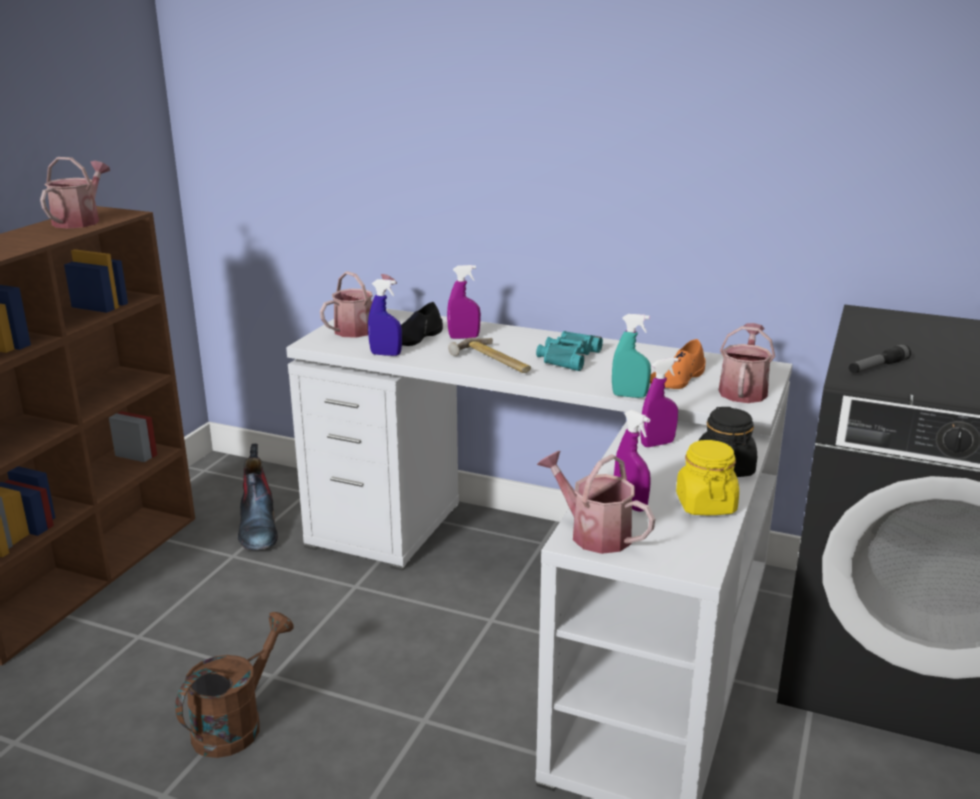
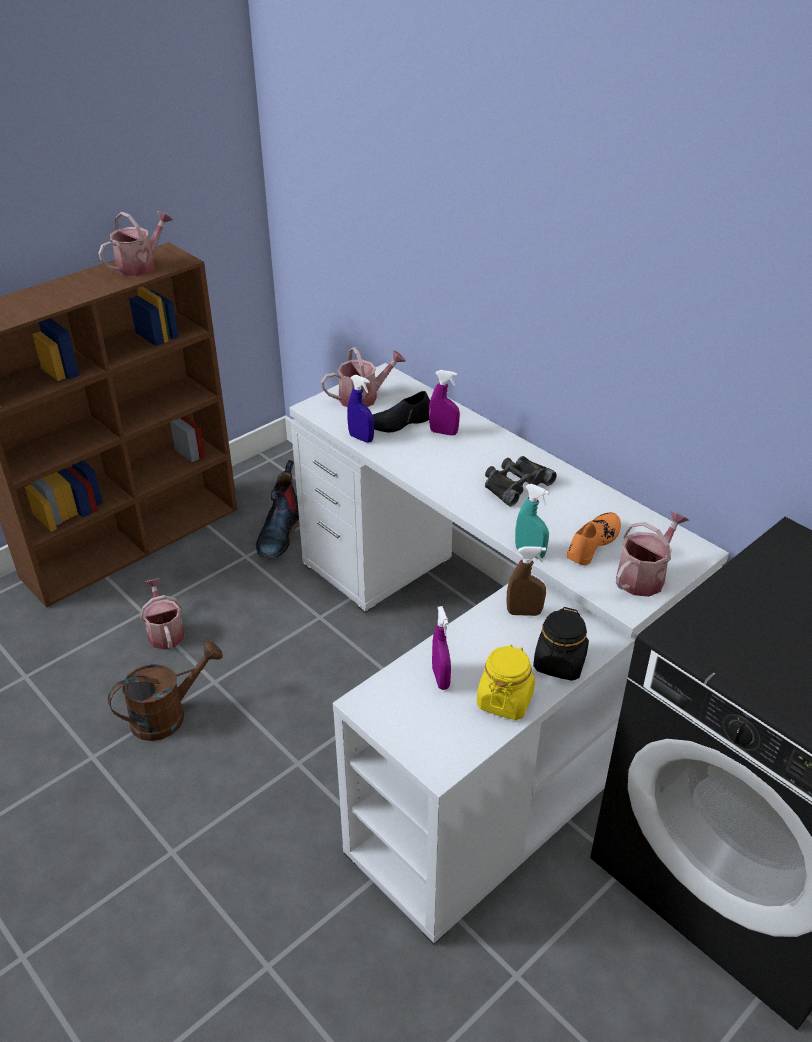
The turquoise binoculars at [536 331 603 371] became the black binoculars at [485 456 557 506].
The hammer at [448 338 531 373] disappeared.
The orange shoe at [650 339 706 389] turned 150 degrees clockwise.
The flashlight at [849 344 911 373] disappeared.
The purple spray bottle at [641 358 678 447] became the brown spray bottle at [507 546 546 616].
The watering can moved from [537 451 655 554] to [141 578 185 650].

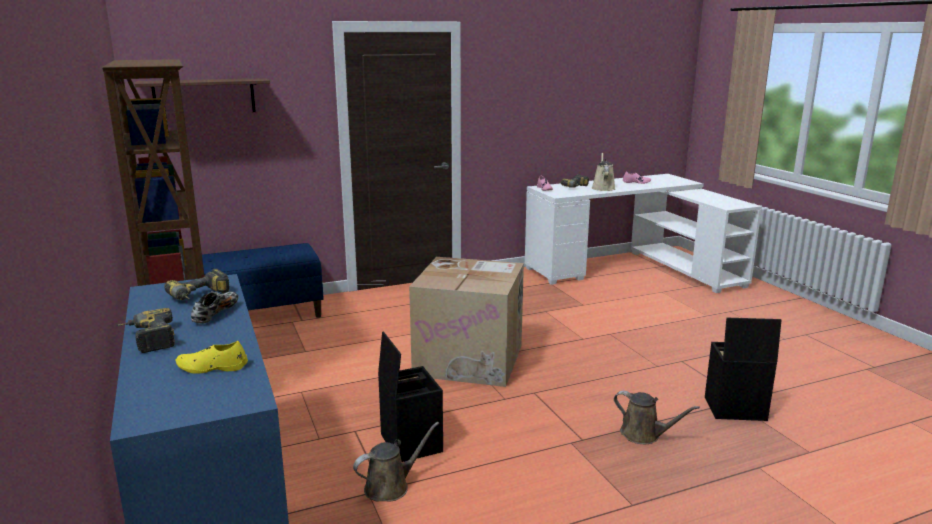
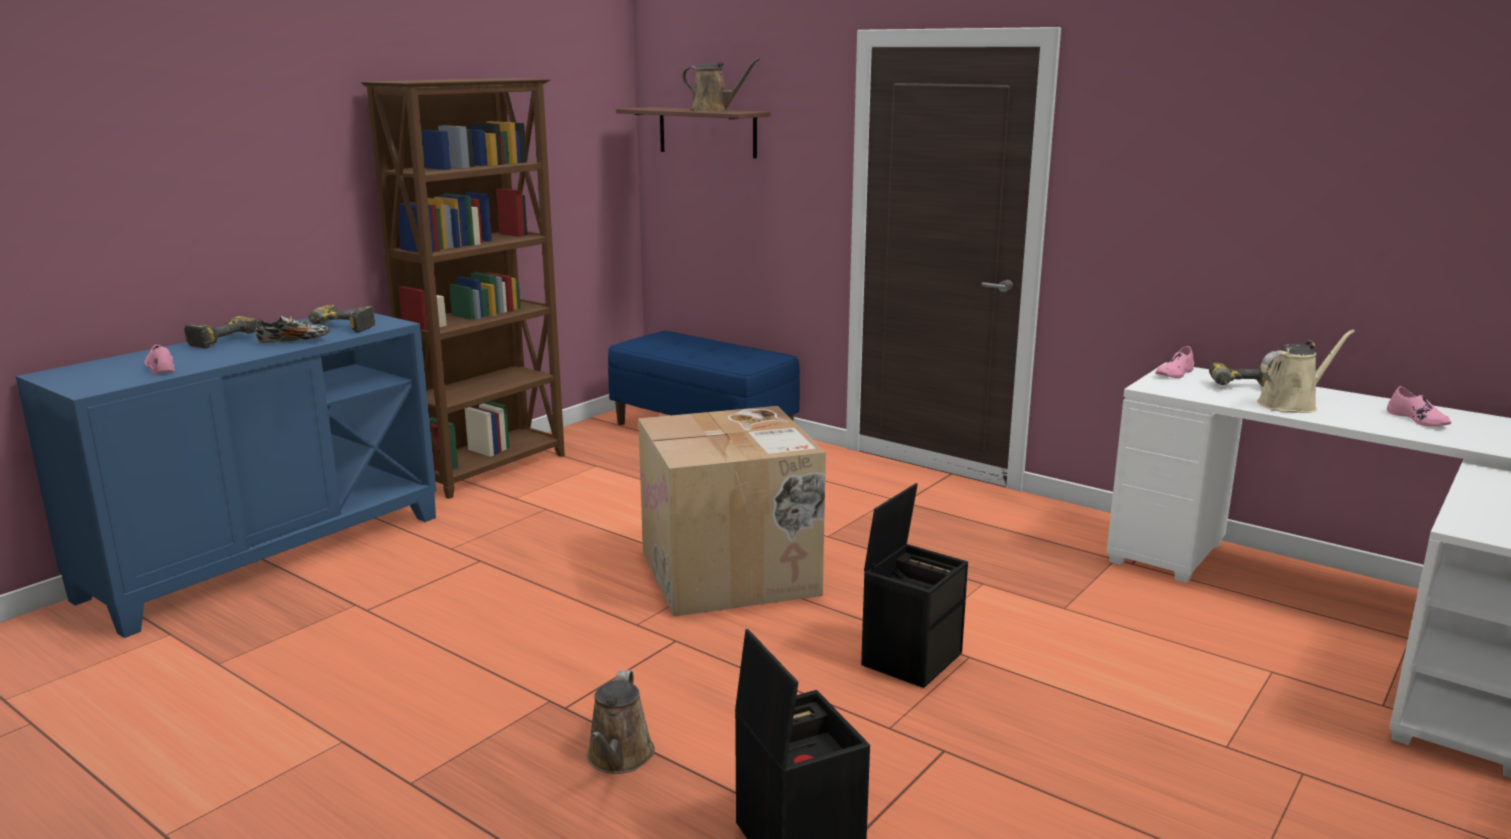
The black storage box moved from [378 331 443 462] to [861 483 968 688].
The yellow shoe at [175 341 248 374] became the pink shoe at [144 345 175 374].
The brown watering can moved from [353 422 439 501] to [682 57 760 112].

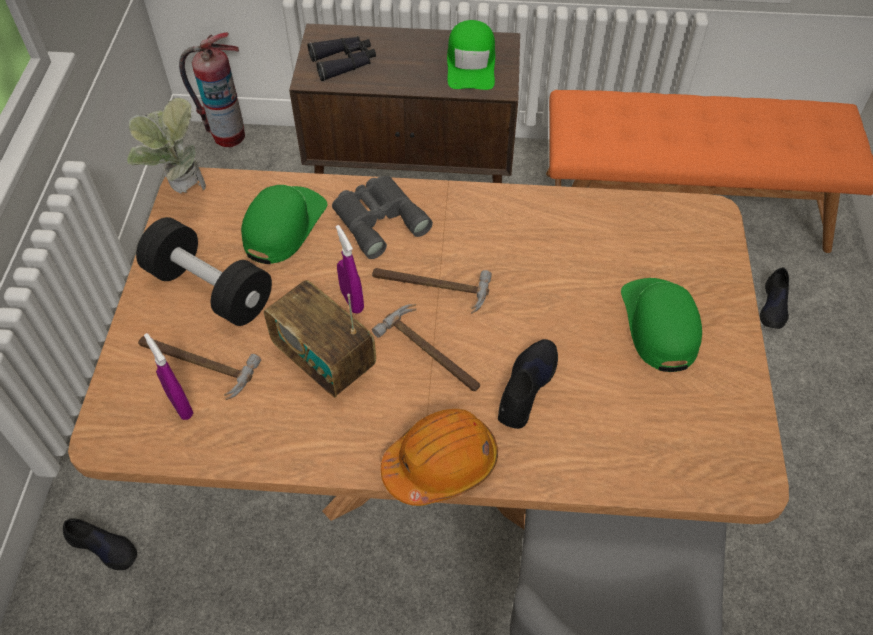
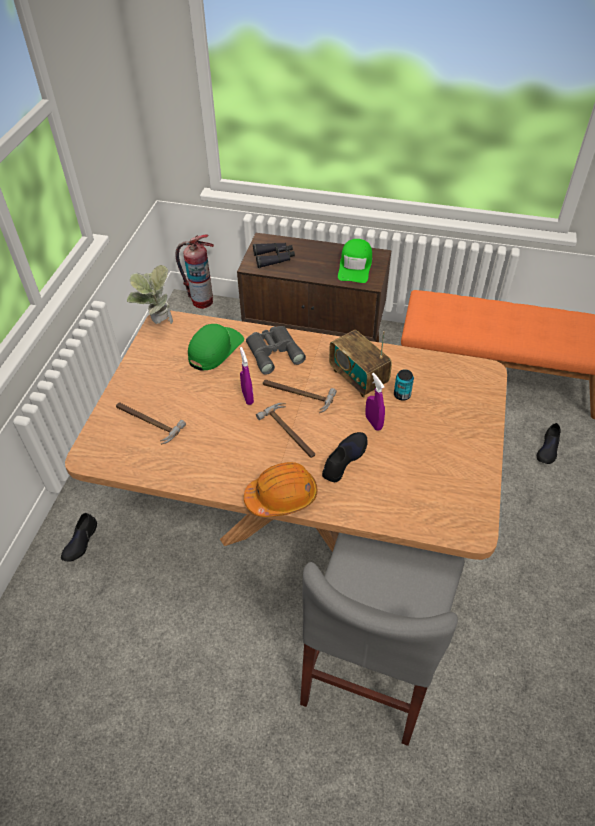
The black dumbbell at [136 217 272 326] disappeared.
The green cap at [621 278 702 372] disappeared.
The radio moved from [264 280 376 398] to [329 330 392 398].
The purple spray bottle moved from [144 333 193 420] to [365 373 385 431].
The black shoe at [63 518 137 570] turned 75 degrees clockwise.
The can at [394 369 414 401] appeared.

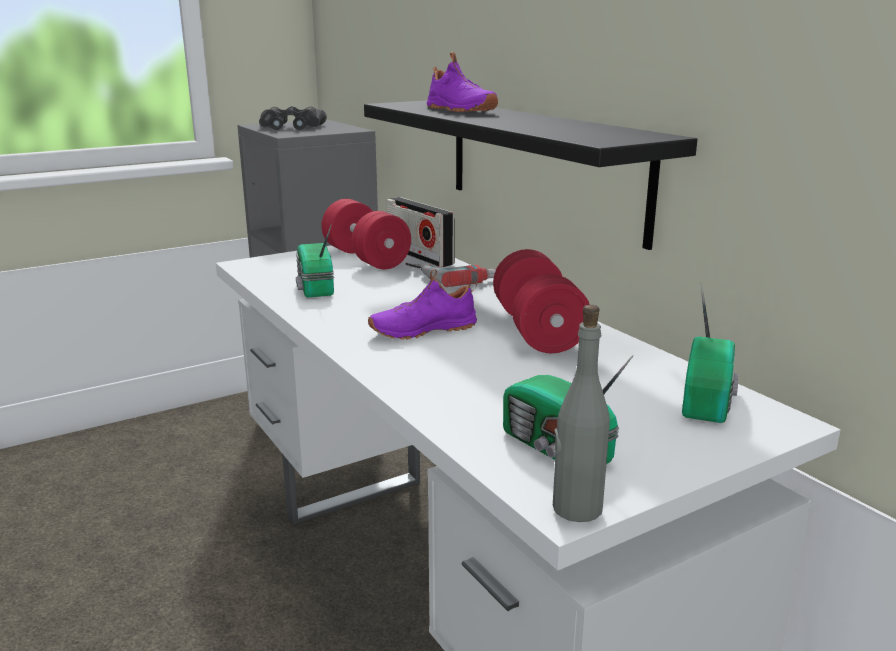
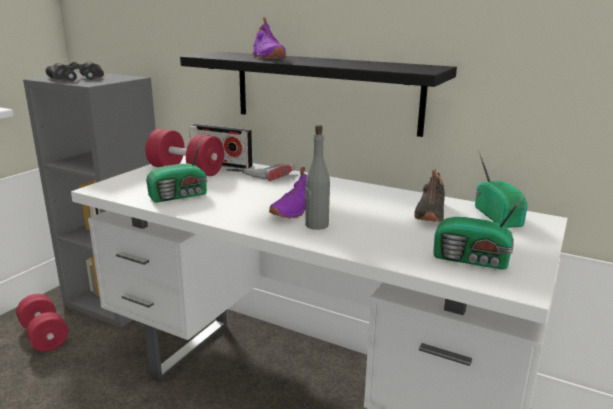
The purple shoe at [427 52 498 112] turned 45 degrees clockwise.
The radio at [296 226 334 297] turned 75 degrees counterclockwise.
The red dumbbell moved from [493 249 590 353] to [16 294 69 352].
The grey bottle moved from [553 305 610 522] to [305 125 330 230].
The black shoe at [414 169 445 222] appeared.

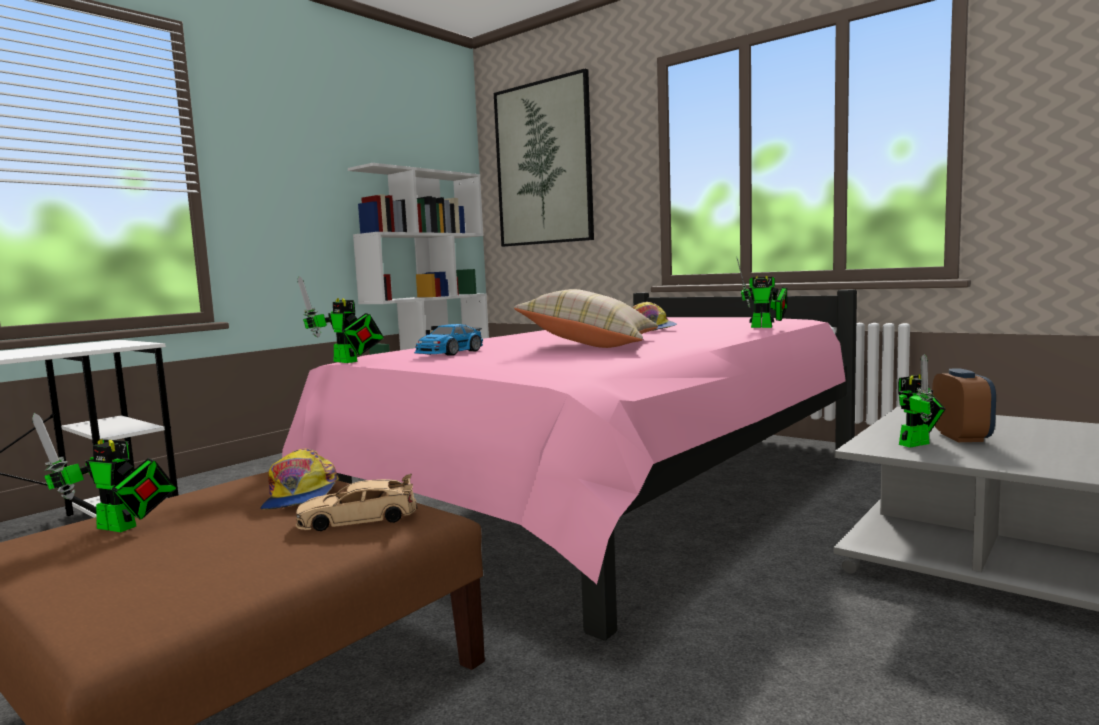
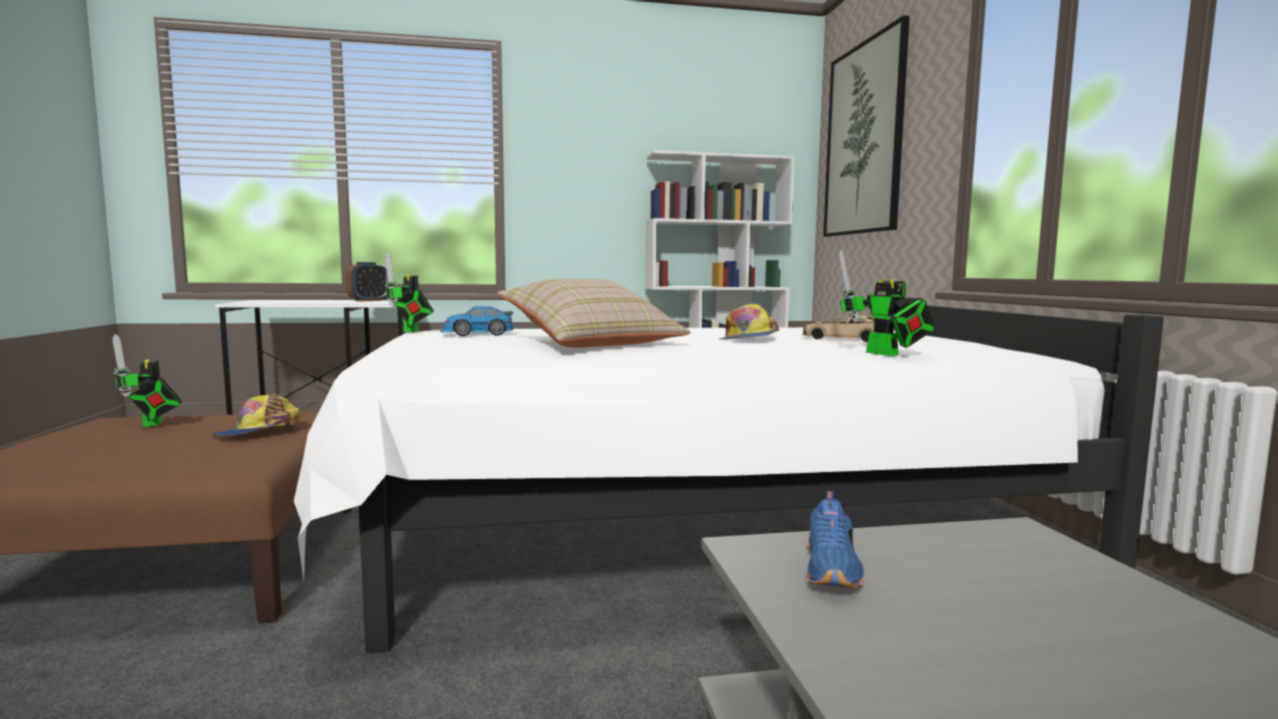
The pink bed at [282 289 857 641] became the white bed at [294 298 1164 653].
The toy robot at [898 354 946 448] was replaced by the blue shoe at [806 491 864 588].
The alarm clock moved from [932 368 996 442] to [345 262 388 301].
The beige toy car moved from [296 474 417 531] to [802 315 875 342].

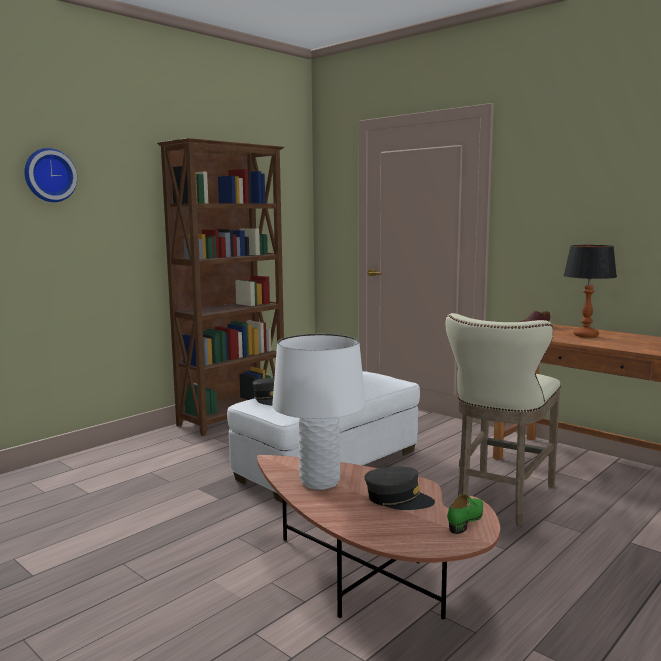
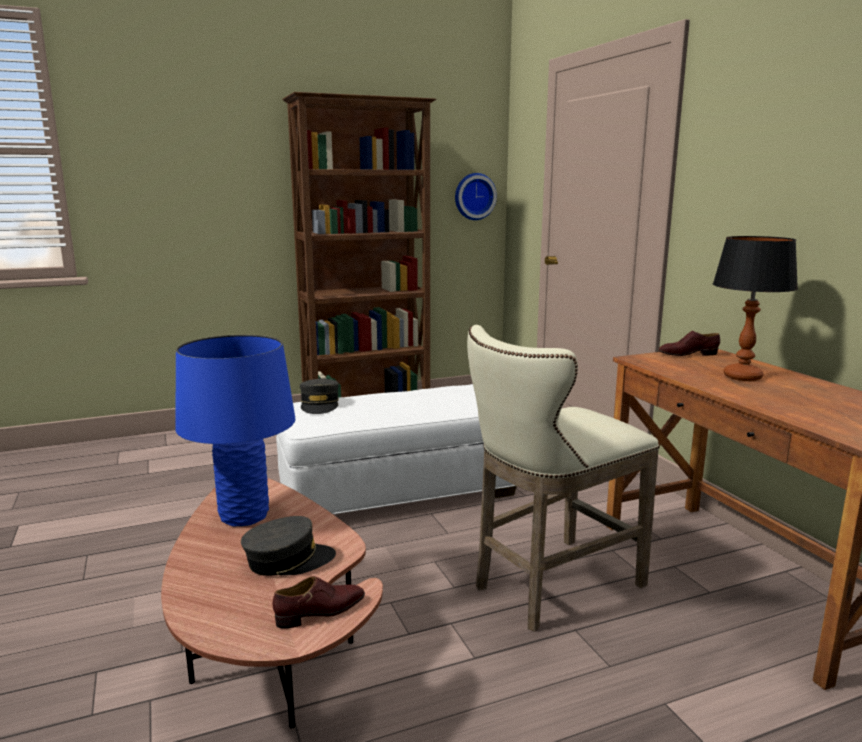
The wall clock moved from [24 148 77 202] to [455 173 497 220].
The white table lamp at [272 334 366 490] became the blue table lamp at [175 335 295 526].
The grey cap at [364 467 435 510] turned 60 degrees counterclockwise.
The green shoe at [447 494 483 534] became the brown shoe at [272 576 365 629].

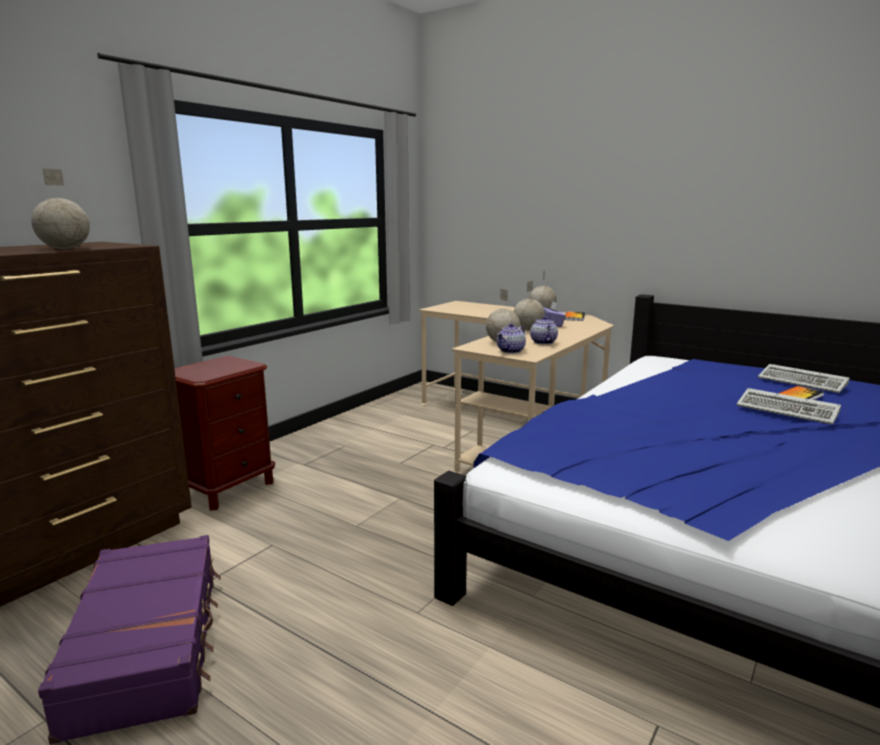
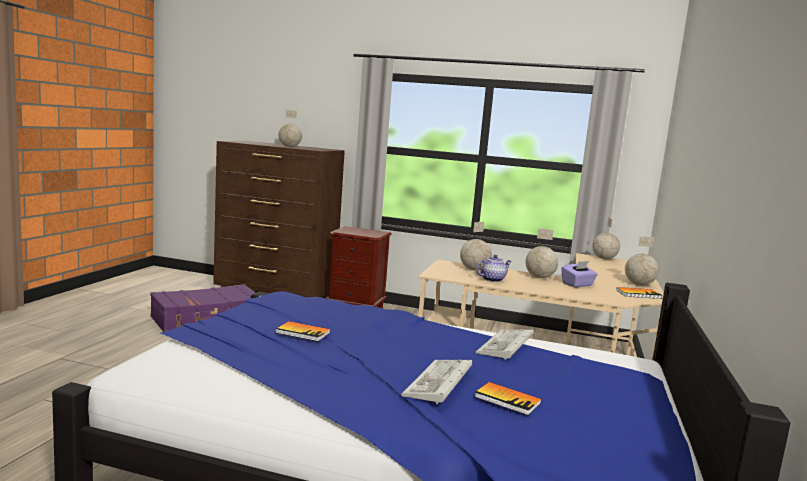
The teapot at [497 323 526 354] disappeared.
The keyboard moved from [758 364 850 393] to [476 329 533 360].
The globe at [592 218 620 259] appeared.
The book at [276 321 330 341] appeared.

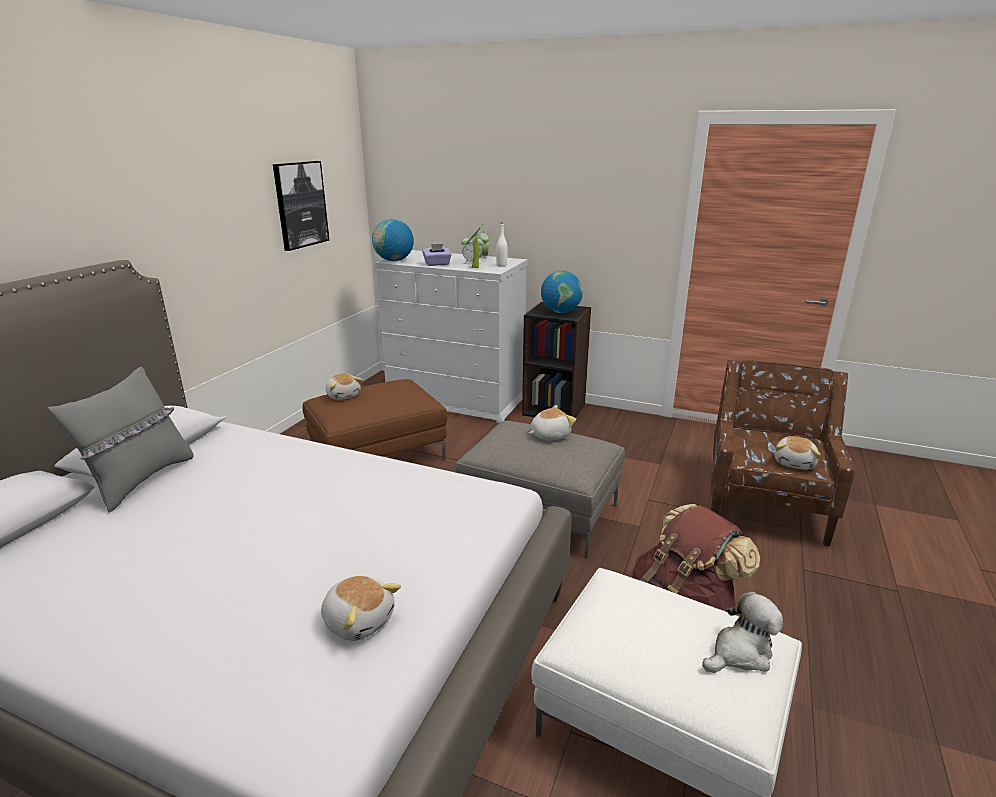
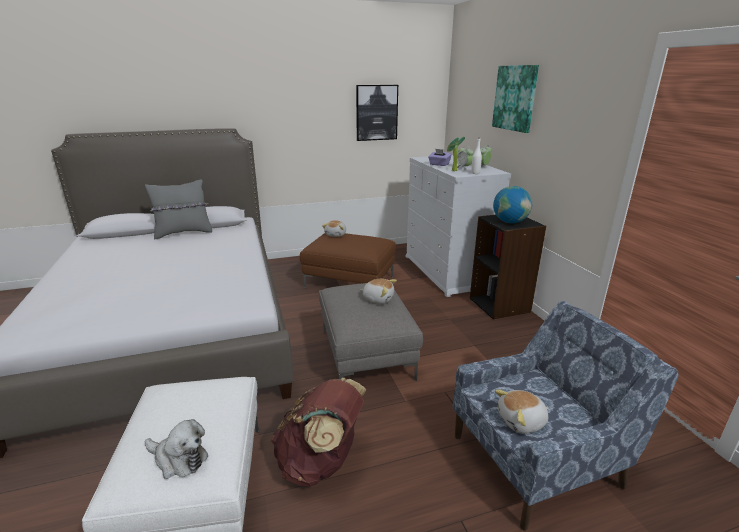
The globe at [372 219 414 261] disappeared.
The brown armchair at [711 360 855 547] became the blue armchair at [452 301 679 531].
The plush toy at [321 575 401 641] disappeared.
The picture at [492 65 539 133] appeared.

